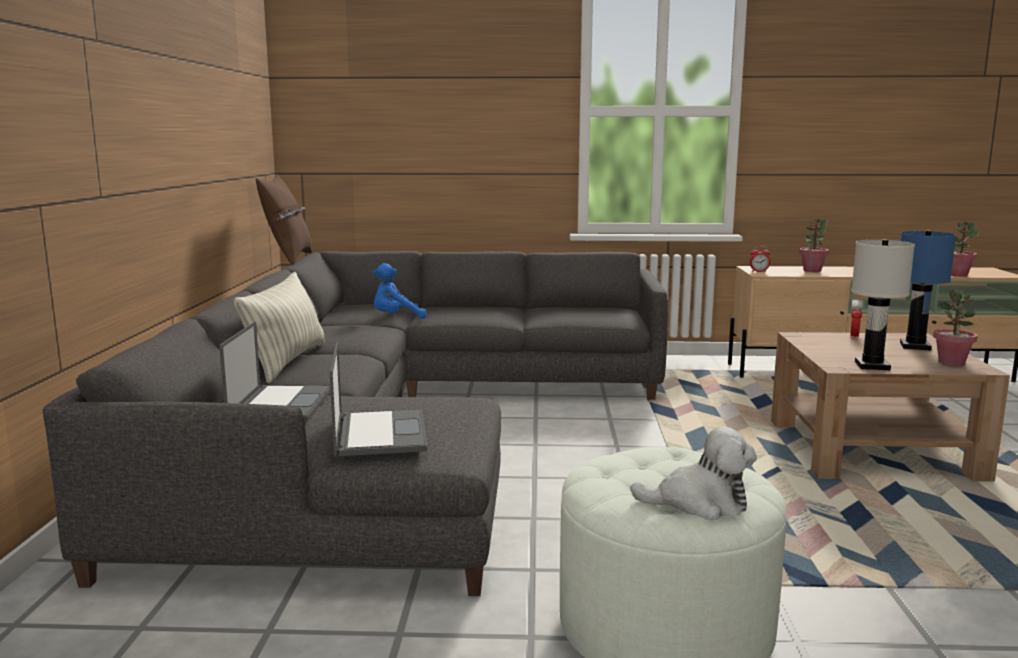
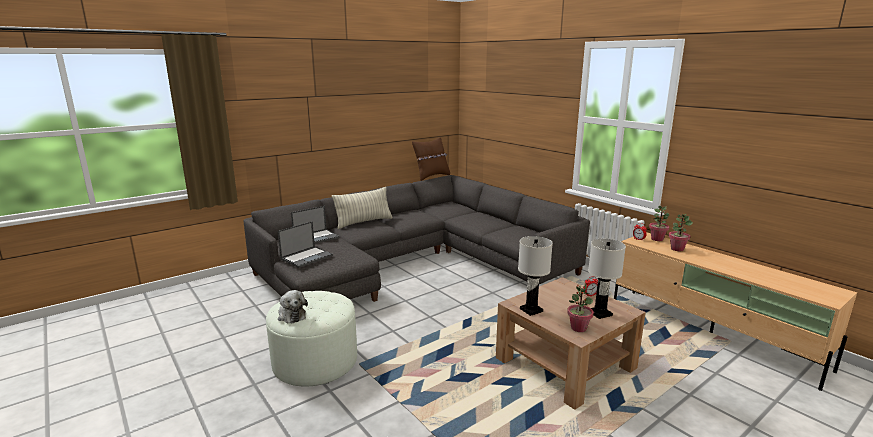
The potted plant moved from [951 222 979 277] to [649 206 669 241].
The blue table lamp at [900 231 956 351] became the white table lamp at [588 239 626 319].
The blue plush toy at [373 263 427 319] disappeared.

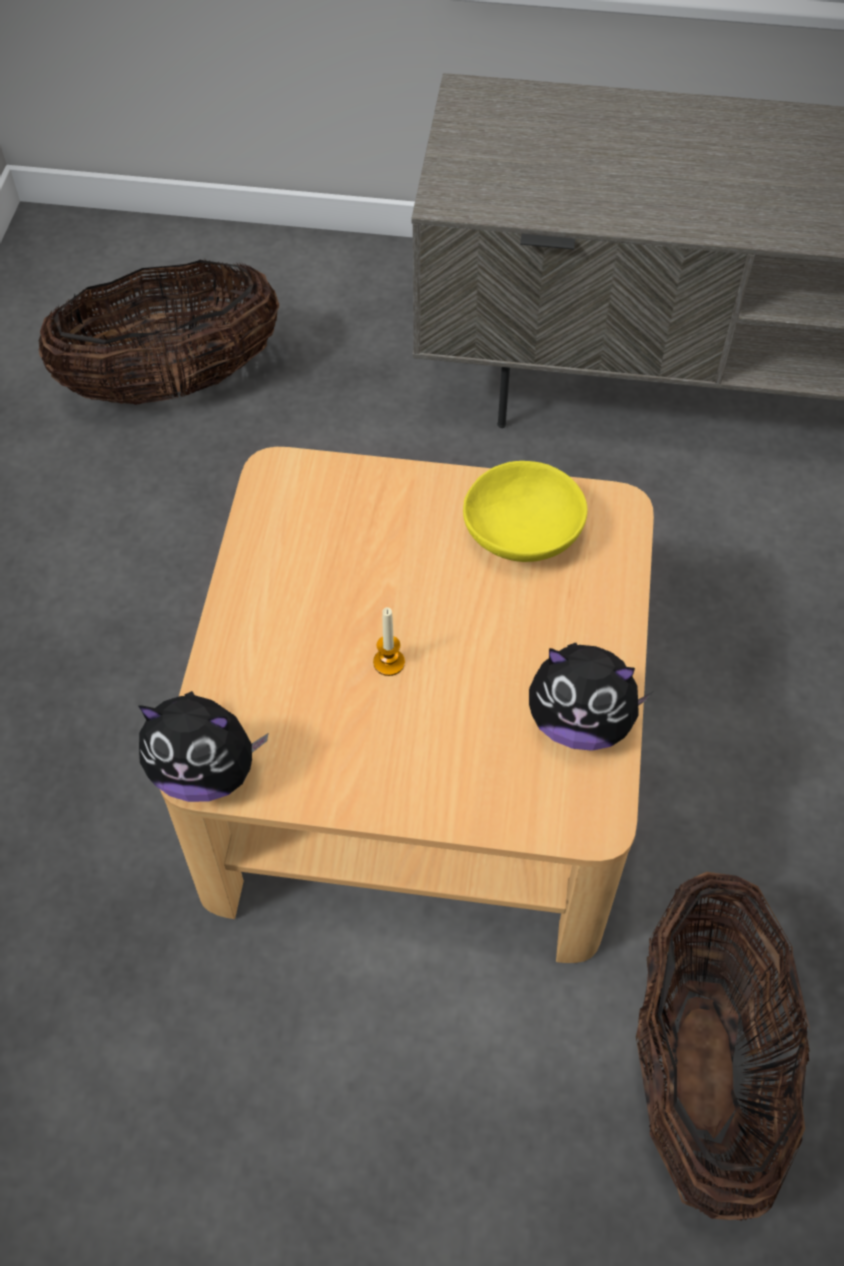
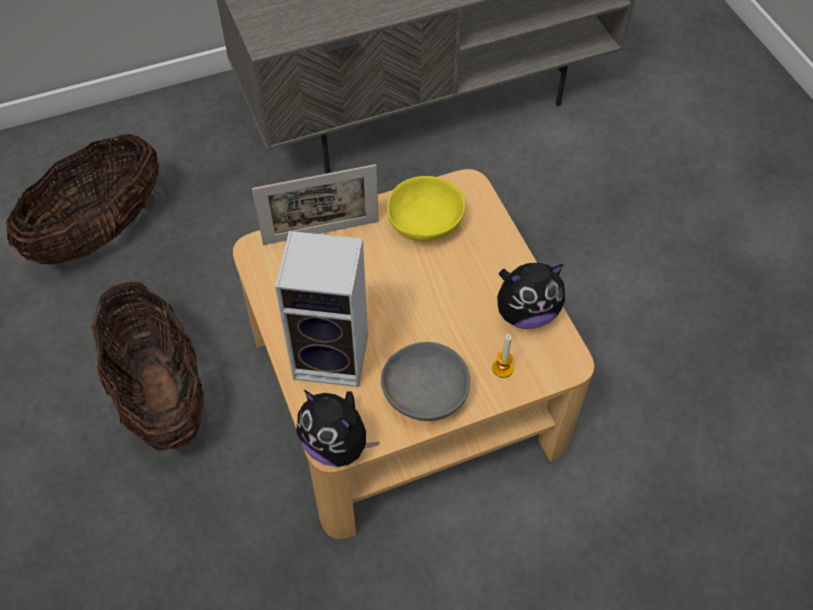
The candle moved from [373 607 405 676] to [492 334 514 378].
The plush toy at [139 691 268 802] turned 60 degrees clockwise.
The basket moved from [636 872 810 1221] to [91 282 204 452].
The picture frame at [252 164 378 245] appeared.
The speaker at [275 231 368 387] appeared.
The grey bowl at [381 342 470 421] appeared.

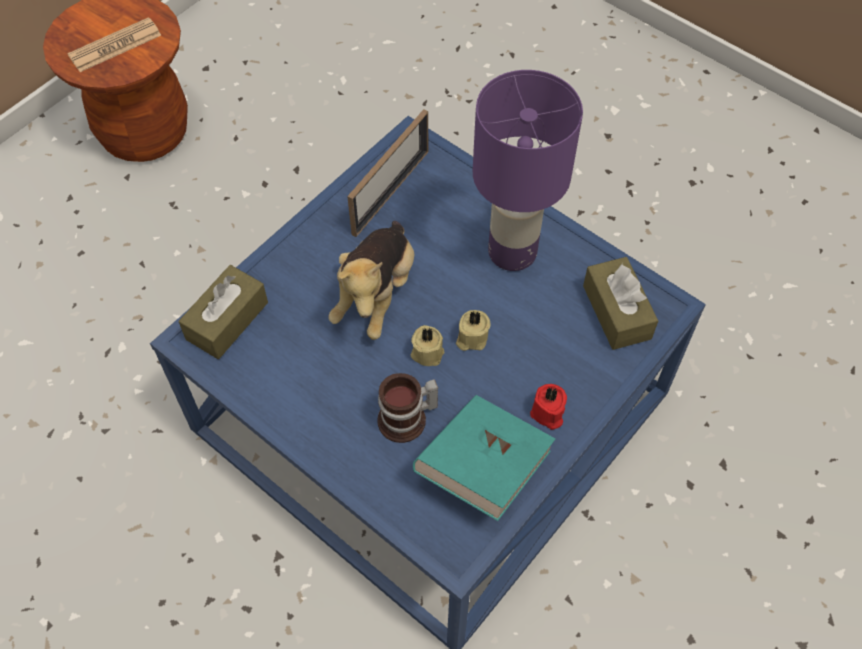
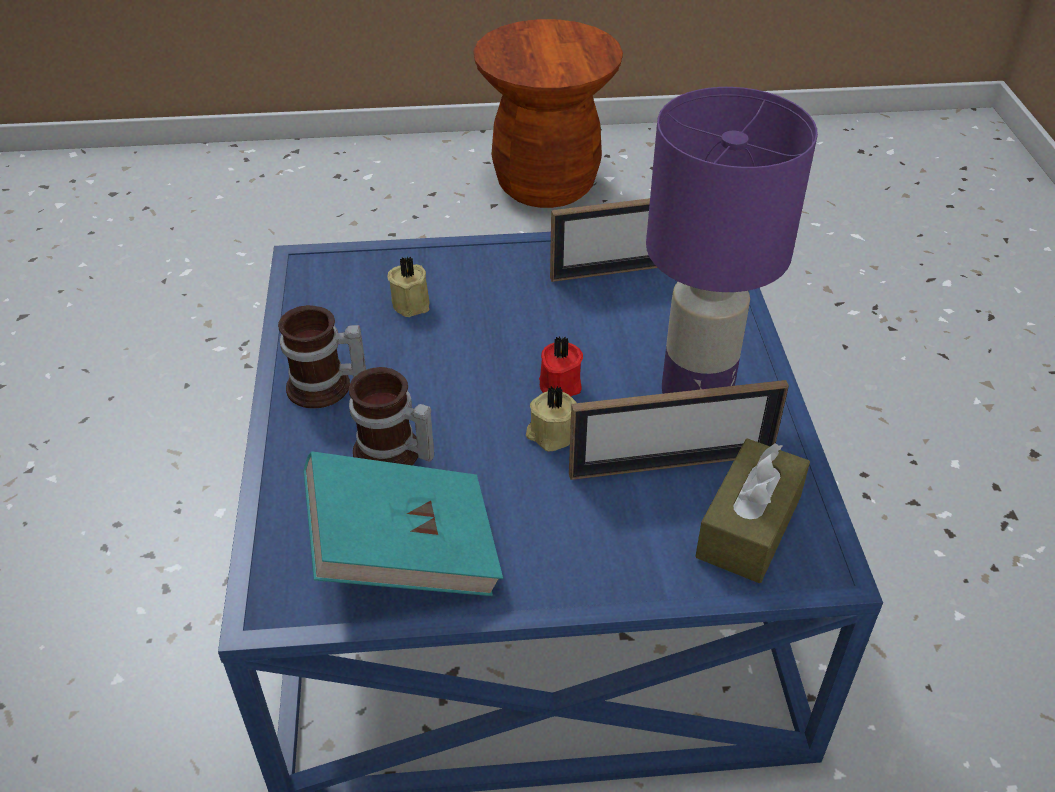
The newspaper at [67 17 161 72] disappeared.
The plush toy at [329 221 414 340] disappeared.
The brown tissue box at [179 265 268 359] disappeared.
The beige candle moved from [411 325 444 366] to [387 257 430 317].
The red candle moved from [530 384 567 430] to [539 336 583 396].
The mug at [278 305 366 408] appeared.
The picture frame at [569 380 789 480] appeared.

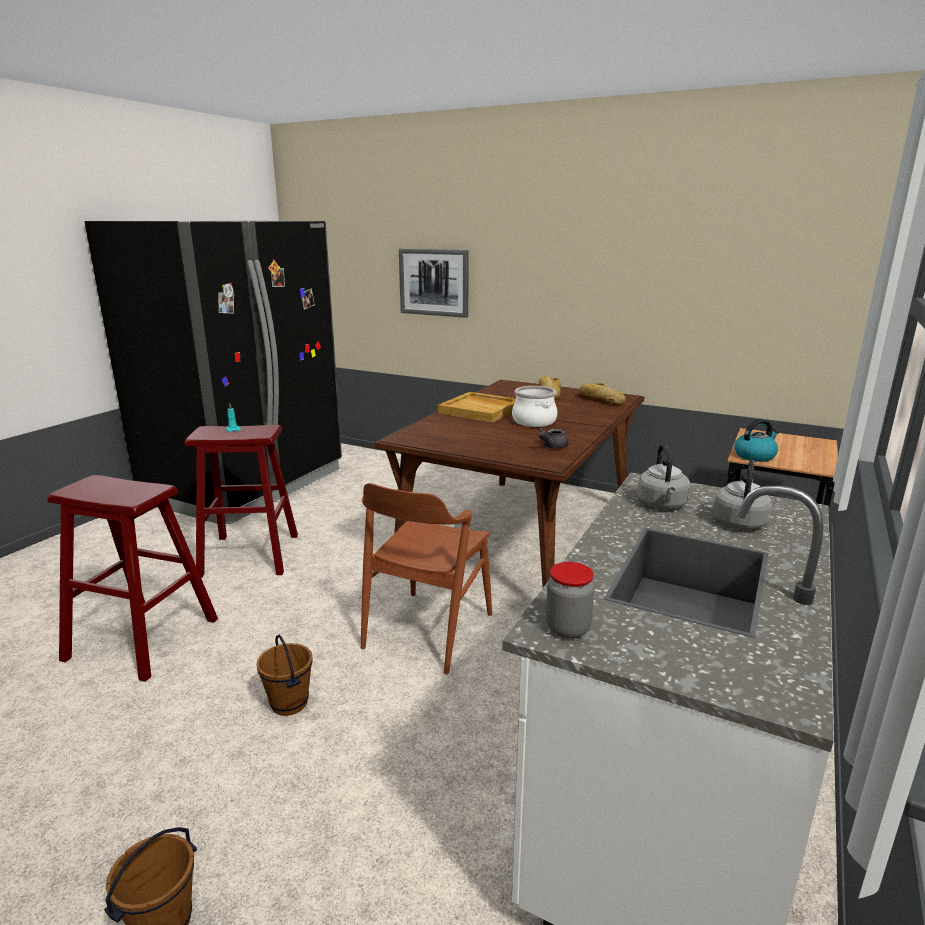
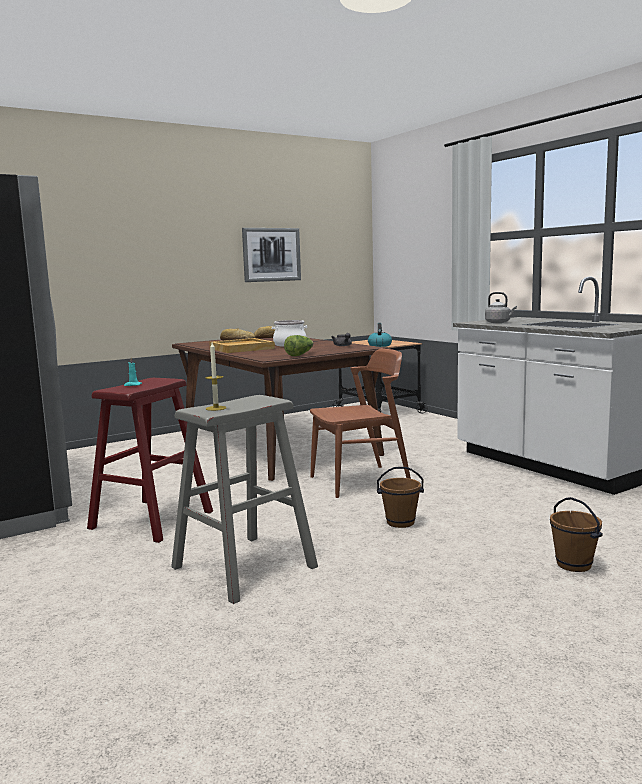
The picture moved from [399 249 469 318] to [242 228 301 282].
The grey kettle at [713 460 772 529] disappeared.
The red stool at [47 475 218 682] became the grey stool at [171 395 318 604].
The brown chair at [361 483 492 674] turned 75 degrees counterclockwise.
The jar at [546 562 595 639] disappeared.
The lettuce at [284 335 313 356] appeared.
The candle at [205 343 227 411] appeared.

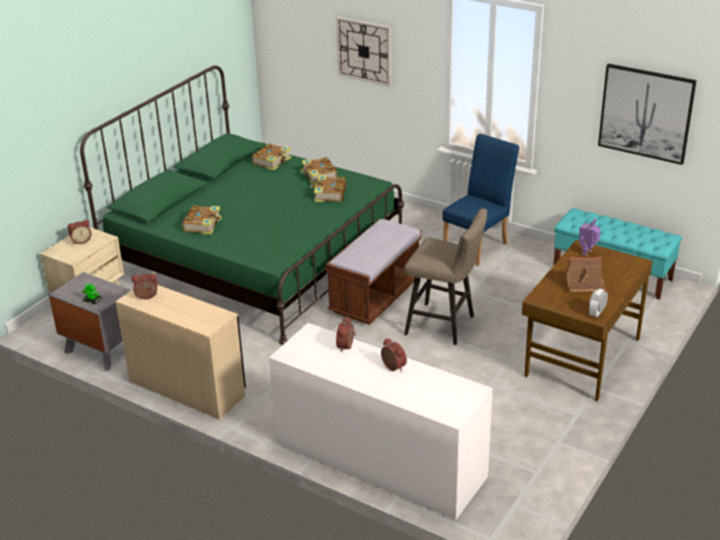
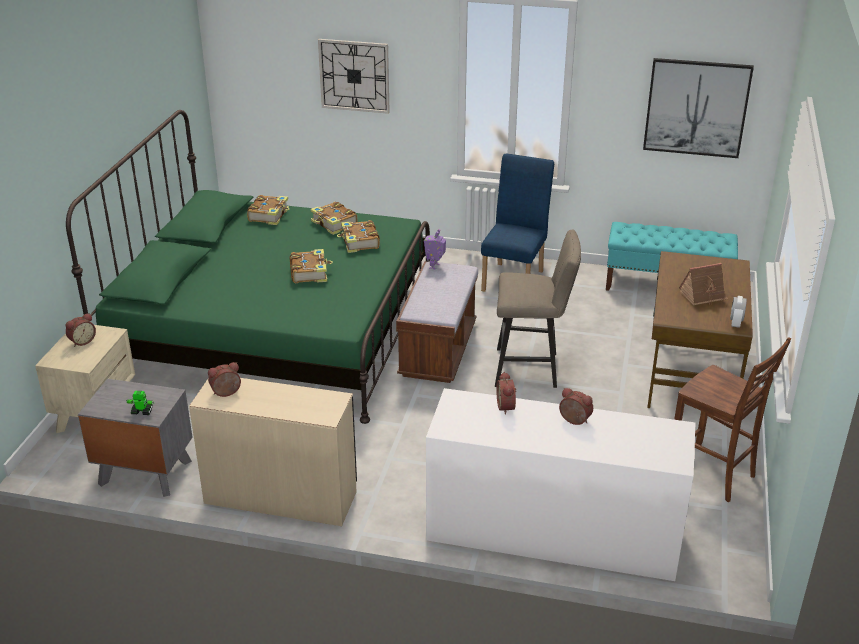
The book moved from [183 205 222 235] to [290 249 333 283].
The toy robot moved from [579 219 601 256] to [424 229 446 270].
The brown chair at [674 337 791 502] appeared.

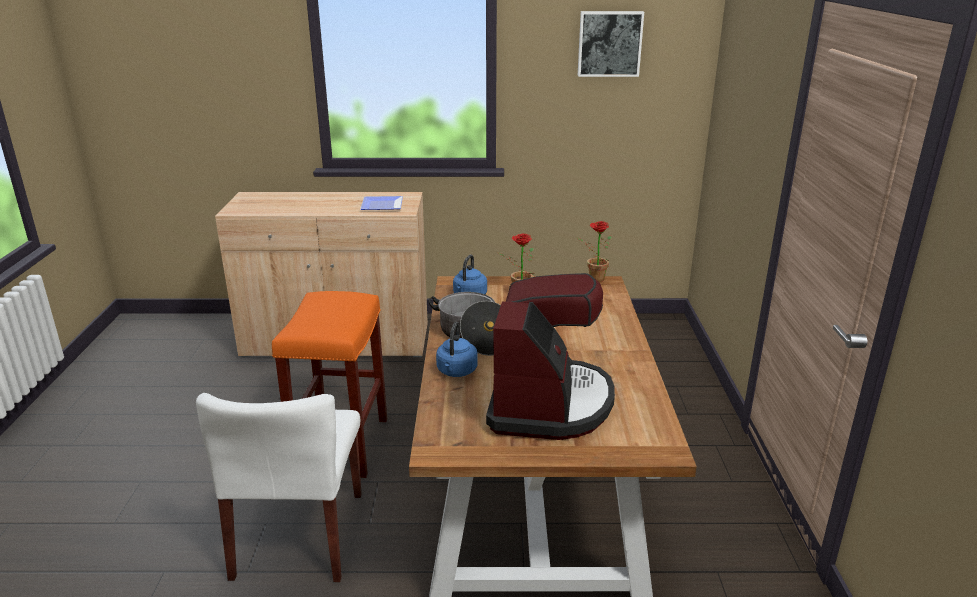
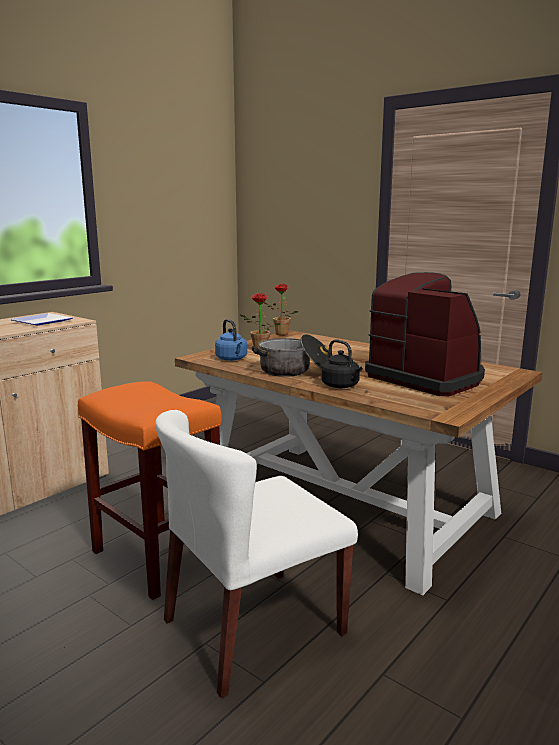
The picture at [578 11 644 77] disappeared.
The blue kettle at [436 322 478 377] became the black kettle at [322 339 363 388].
The white chair at [196 393 362 582] turned 105 degrees clockwise.

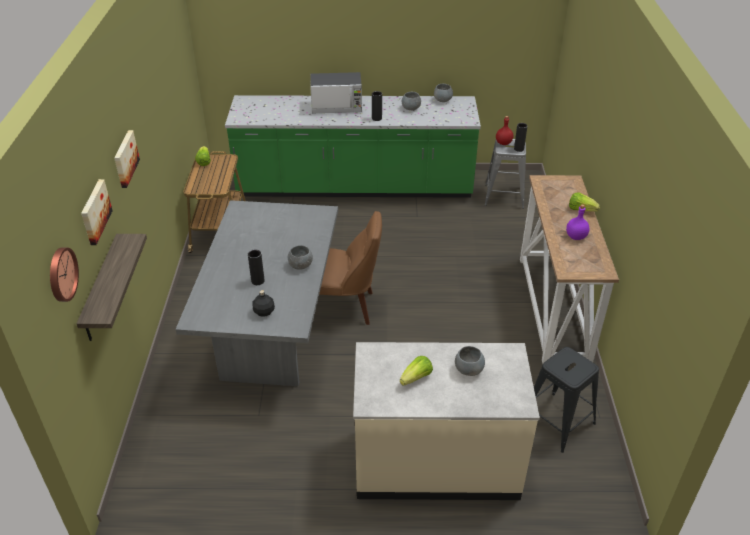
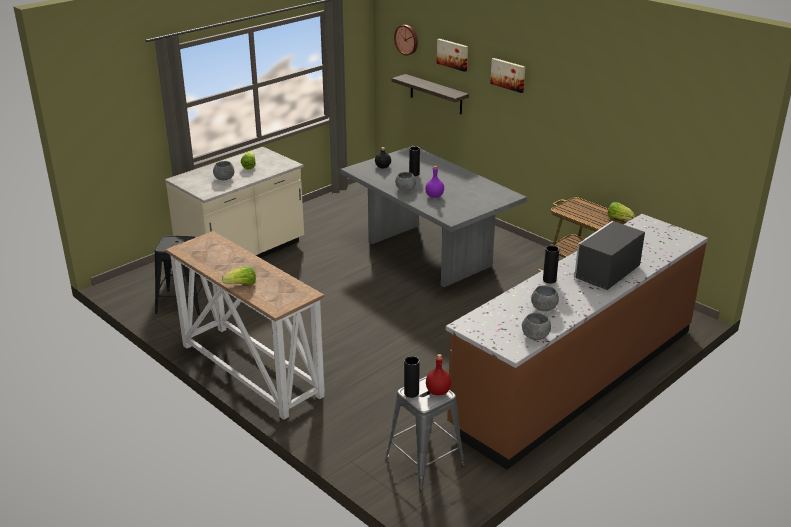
The green counter at [225 95 481 198] became the brown counter at [446 214 708 470].
The purple bottle moved from [566 204 589 240] to [425 166 444 198].
The brown chair at [319 211 382 325] disappeared.

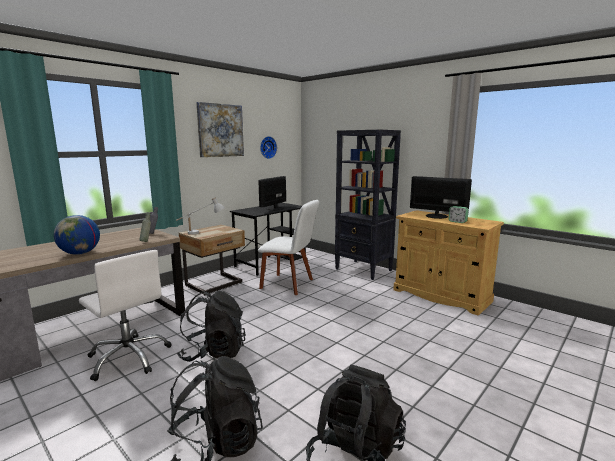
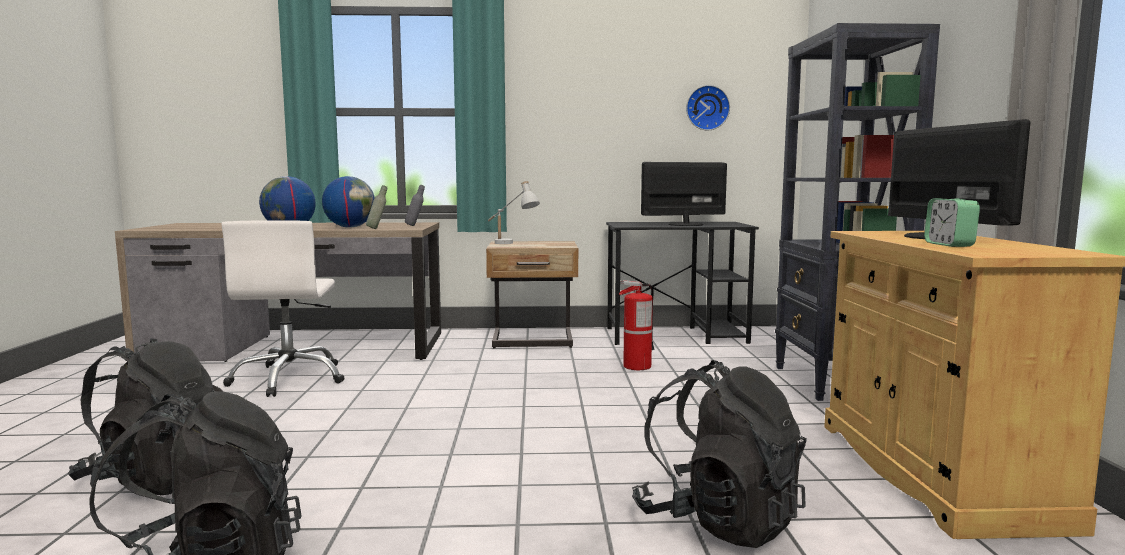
The picture at [196 102 244 157] disappeared.
The white chair at [258 200 319 295] was replaced by the fire extinguisher at [619 280 655 370].
The black backpack moved from [177 291 245 362] to [632 360 807 548].
The globe at [322 176 375 227] appeared.

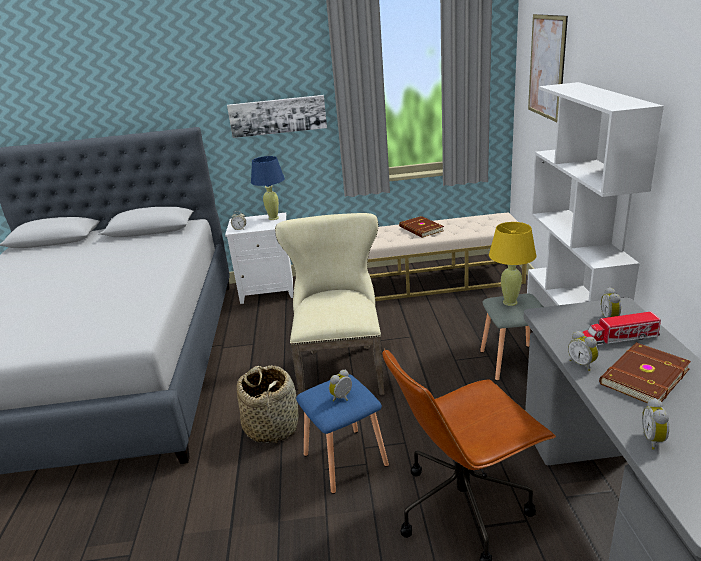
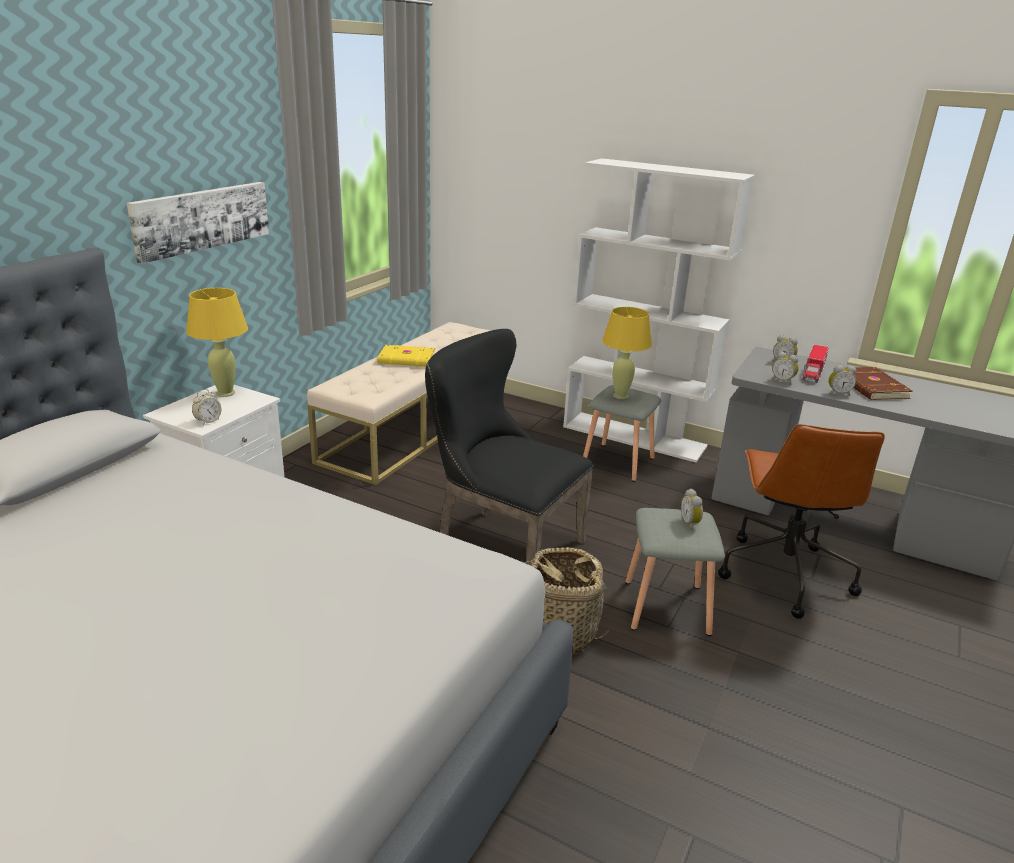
The picture at [528 14 568 122] disappeared.
The blue table lamp at [251 156 285 220] became the yellow table lamp at [186 288 248 397].
The beige chair at [275 213 385 395] became the black chair at [425 329 594 566].
The brown book at [399 216 444 238] became the yellow book at [377 345 436 366].
The blue stool at [296 374 389 494] became the grey stool at [625 508 725 636].
The alarm clock moved from [642 398 669 450] to [772 352 799 385].

